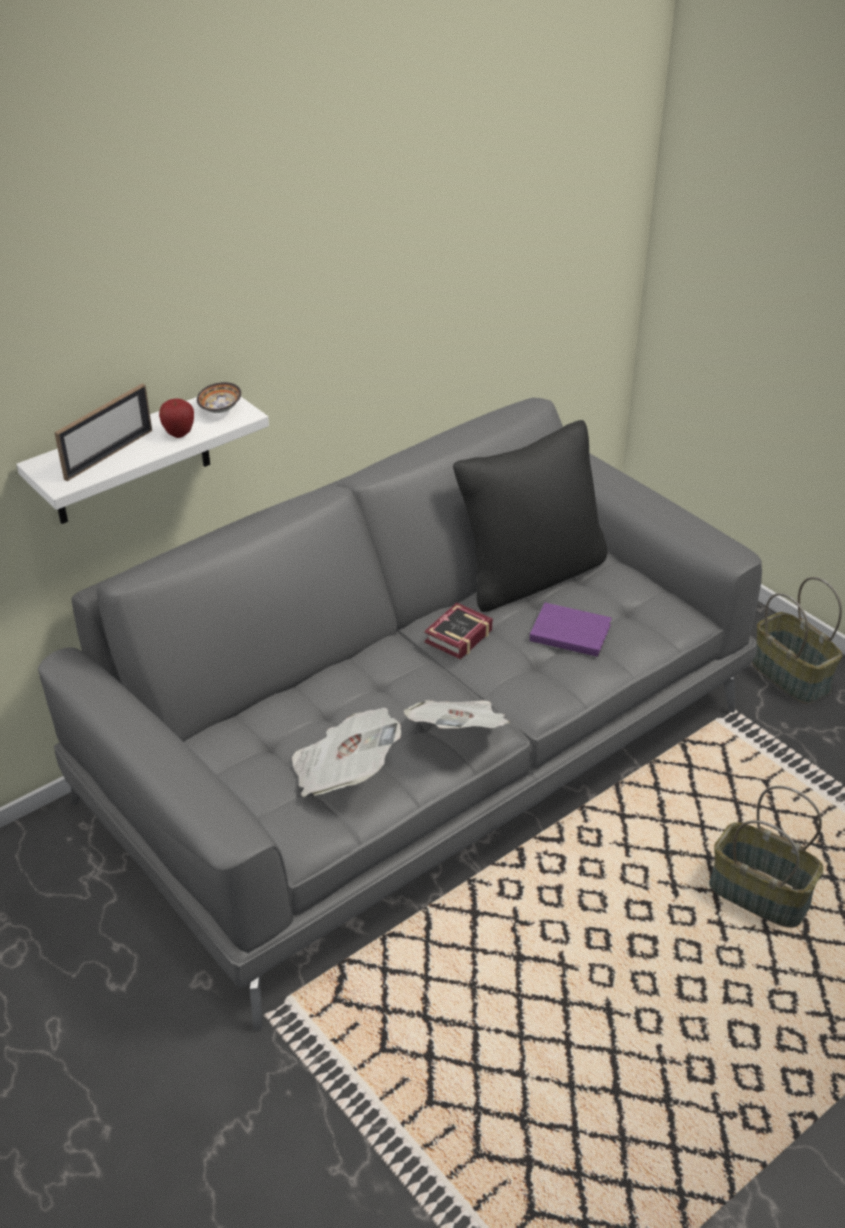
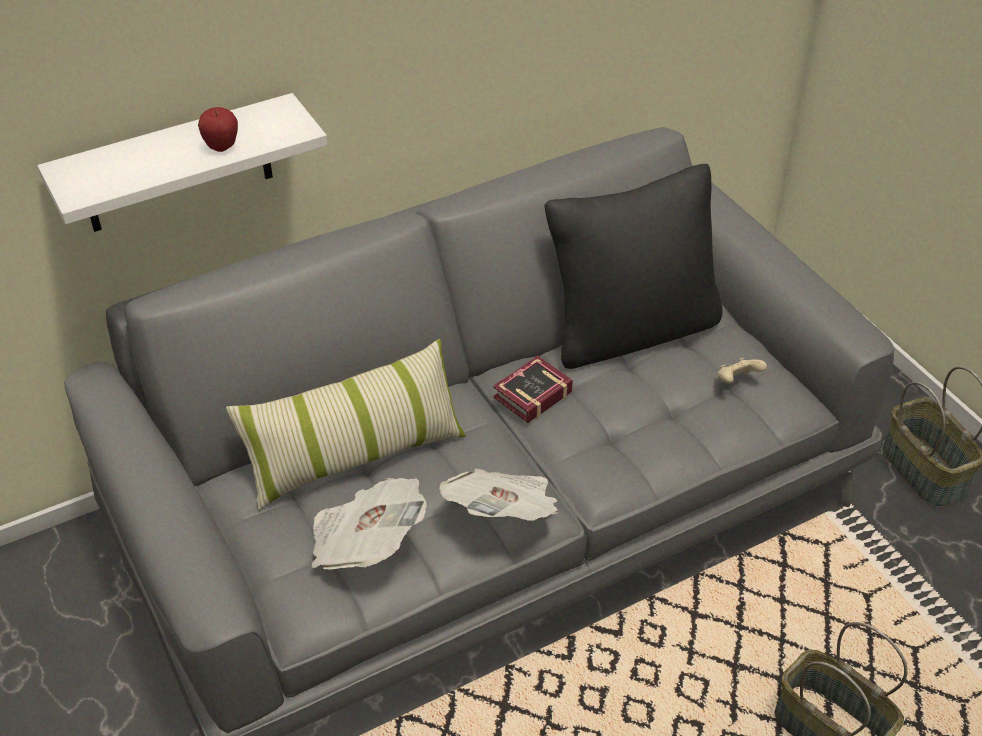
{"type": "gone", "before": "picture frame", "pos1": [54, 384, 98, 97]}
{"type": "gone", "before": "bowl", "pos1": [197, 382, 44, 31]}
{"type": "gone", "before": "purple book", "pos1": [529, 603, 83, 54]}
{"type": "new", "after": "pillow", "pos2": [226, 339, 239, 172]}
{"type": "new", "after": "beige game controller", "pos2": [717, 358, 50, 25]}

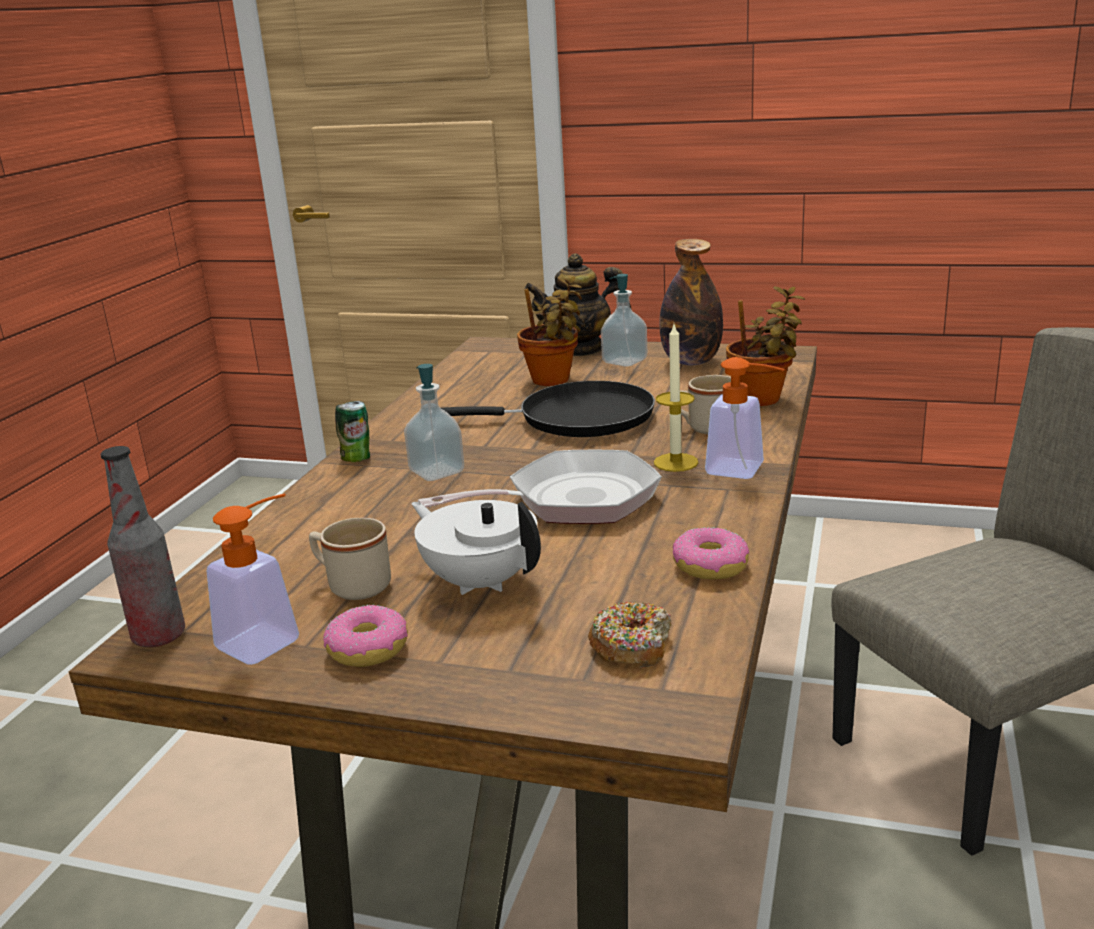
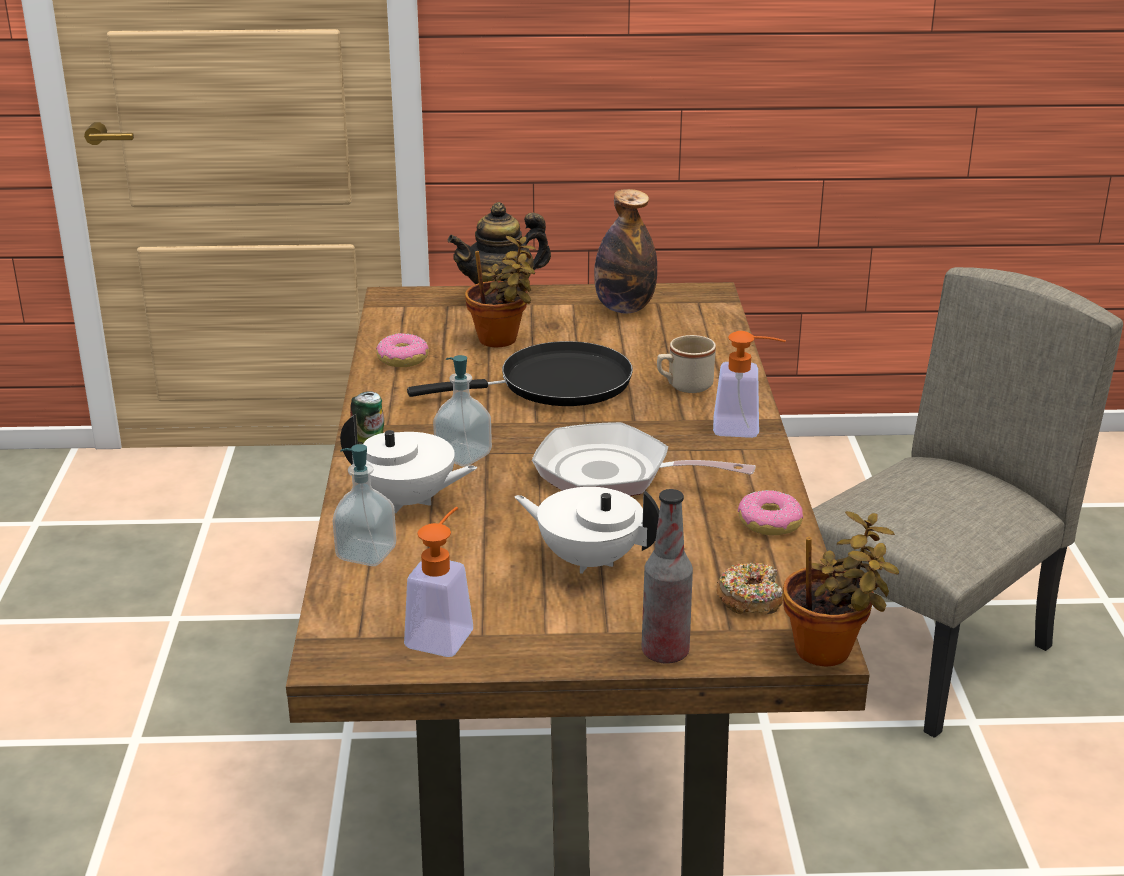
{"type": "gone", "before": "beige mug", "pos1": [309, 518, 82, 82]}
{"type": "gone", "before": "candle", "pos1": [654, 325, 44, 147]}
{"type": "new", "after": "white teapot", "pos2": [340, 414, 137, 99]}
{"type": "shifted", "before": "bottle", "pos1": [101, 446, 84, 201], "pos2": [642, 489, 51, 175]}
{"type": "shifted", "before": "donut", "pos1": [323, 604, 85, 63], "pos2": [376, 333, 53, 34]}
{"type": "shifted", "before": "soap dispenser", "pos1": [601, 274, 46, 93], "pos2": [333, 444, 63, 122]}
{"type": "shifted", "before": "potted plant", "pos1": [726, 286, 79, 120], "pos2": [783, 511, 116, 156]}
{"type": "rotated", "before": "frying pan", "pos1": [418, 450, 244, 74], "pos2": [532, 422, 224, 74], "turn": -120}

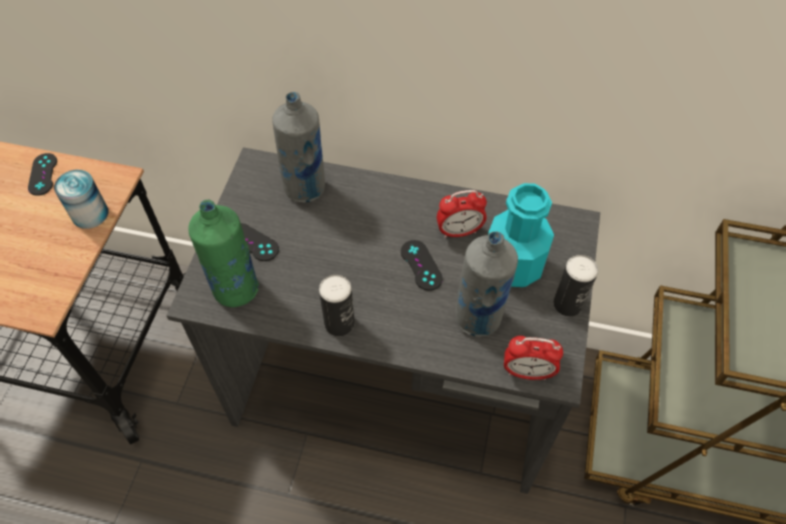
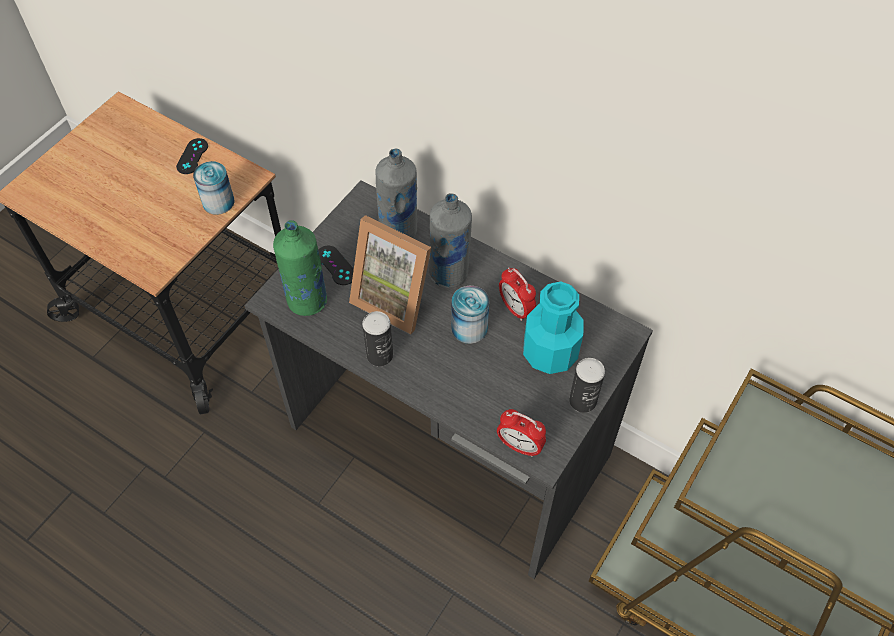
{"type": "new", "after": "picture frame", "pos2": [349, 215, 82, 120]}
{"type": "shifted", "before": "grey bottle", "pos1": [455, 231, 63, 106], "pos2": [429, 193, 43, 95]}
{"type": "swapped", "before": "black game controller", "after": "can", "pos1": [401, 240, 42, 51], "pos2": [451, 286, 38, 58]}
{"type": "rotated", "before": "alarm clock", "pos1": [437, 190, 50, 48], "pos2": [499, 268, 37, 53], "turn": 45}

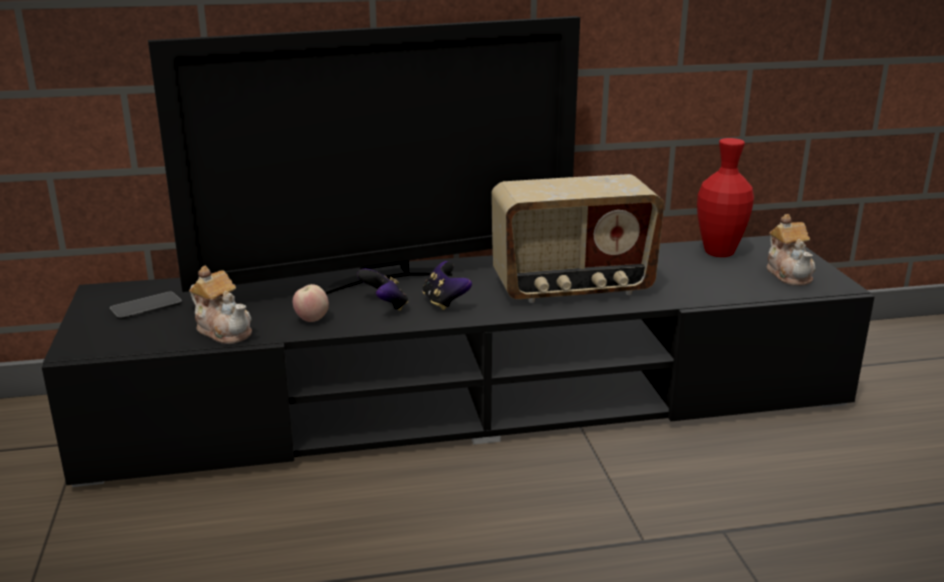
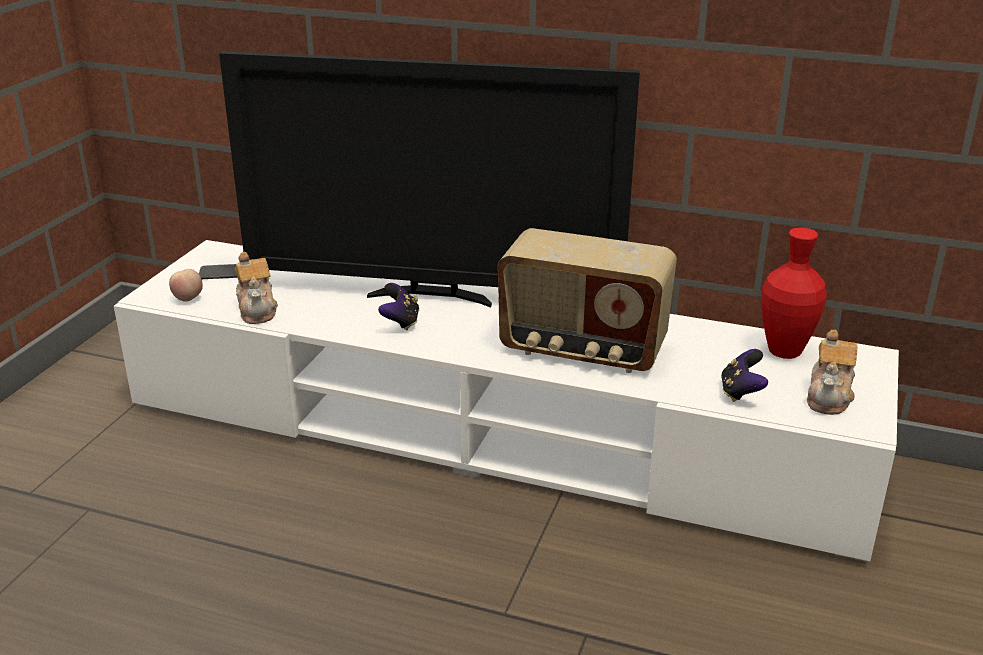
{"type": "shifted", "before": "apple", "pos1": [293, 284, 36, 38], "pos2": [169, 269, 34, 33]}
{"type": "shifted", "before": "game controller", "pos1": [422, 261, 50, 49], "pos2": [721, 349, 47, 53]}
{"type": "repainted", "before": "black tv stand", "after": "white tv stand", "pos1": [42, 235, 833, 252], "pos2": [114, 240, 785, 322]}

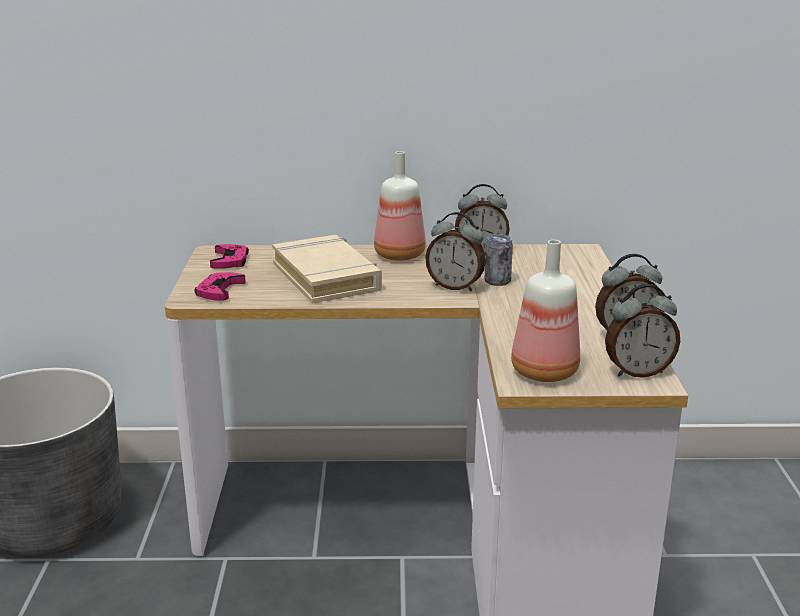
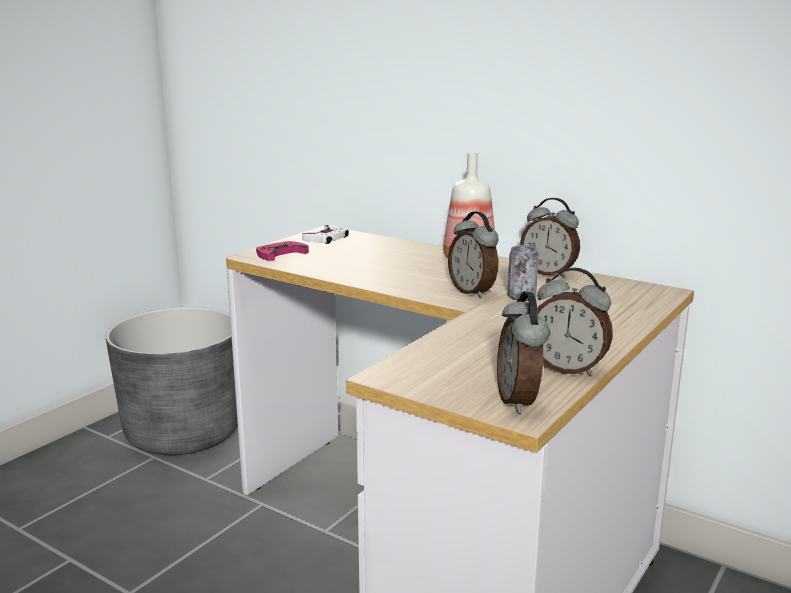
{"type": "gone", "before": "beige book", "pos1": [272, 235, 110, 68]}
{"type": "gone", "before": "bottle", "pos1": [511, 240, 69, 142]}
{"type": "repainted", "before": "pink game controller", "after": "white game controller", "pos1": [210, 244, 39, 25], "pos2": [302, 225, 47, 19]}
{"type": "rotated", "before": "alarm clock", "pos1": [605, 284, 75, 94], "pos2": [497, 291, 52, 122], "turn": 60}

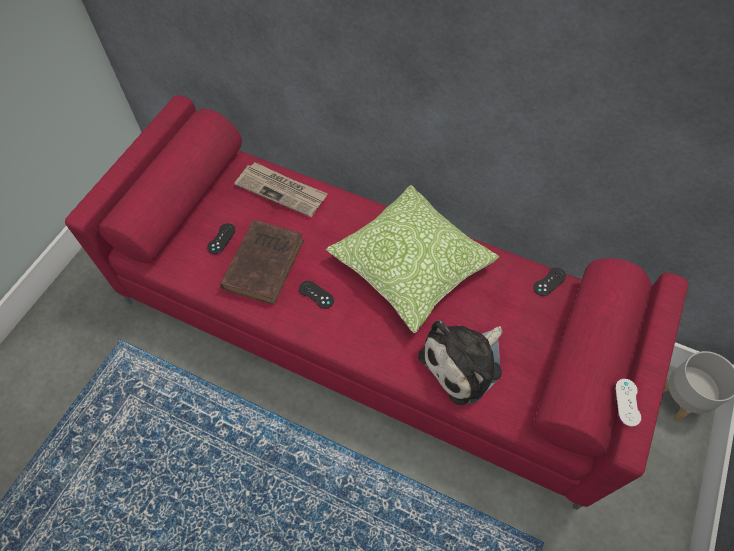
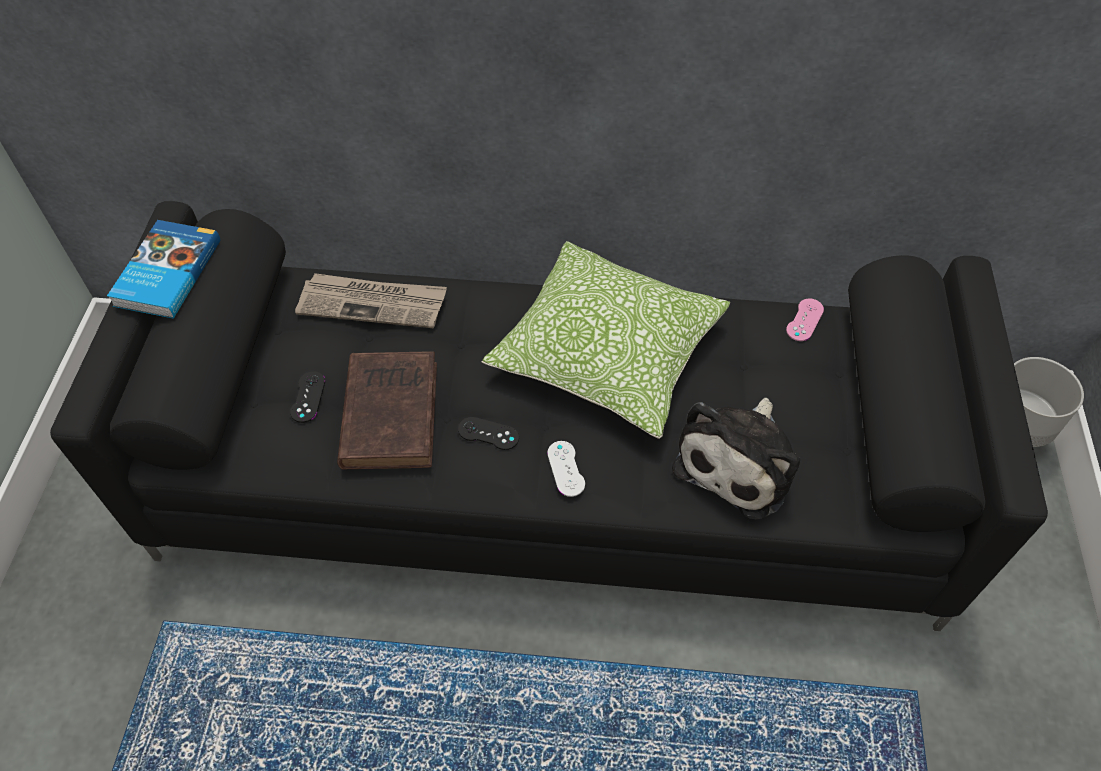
{"type": "new", "after": "book", "pos2": [107, 220, 113, 98]}
{"type": "shifted", "before": "white game controller", "pos1": [615, 379, 26, 48], "pos2": [547, 441, 38, 56]}
{"type": "repainted", "before": "red sofa", "after": "black sofa", "pos1": [65, 95, 624, 415], "pos2": [50, 201, 998, 430]}
{"type": "repainted", "before": "black game controller", "after": "pink game controller", "pos1": [534, 268, 32, 28], "pos2": [786, 298, 38, 43]}

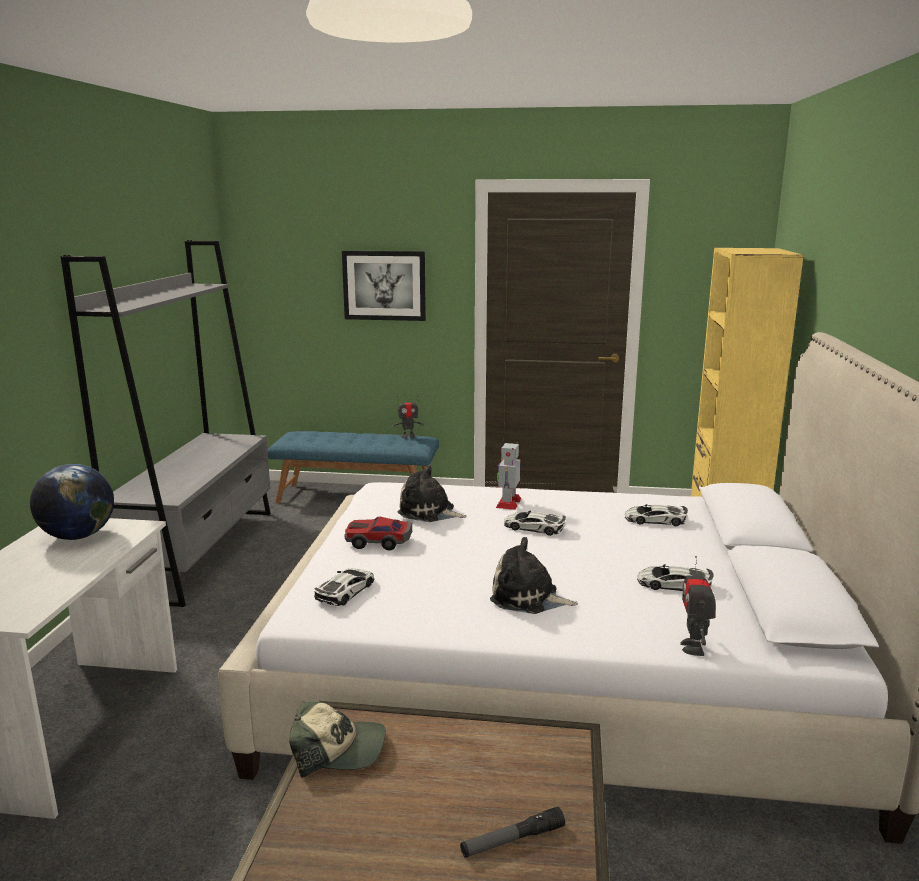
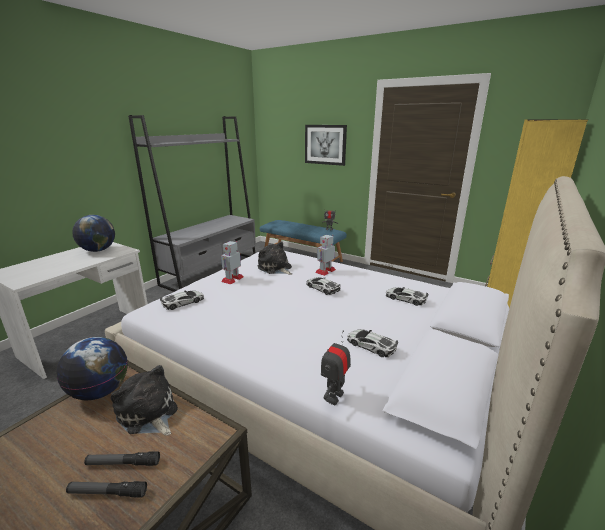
{"type": "new", "after": "flashlight", "pos2": [84, 451, 76, 15]}
{"type": "shifted", "before": "plush toy", "pos1": [490, 537, 88, 77], "pos2": [111, 365, 67, 70]}
{"type": "swapped", "before": "cap", "after": "globe", "pos1": [289, 702, 97, 76], "pos2": [57, 337, 71, 63]}
{"type": "swapped", "before": "toy car", "after": "toy robot", "pos1": [345, 517, 67, 33], "pos2": [221, 241, 22, 44]}

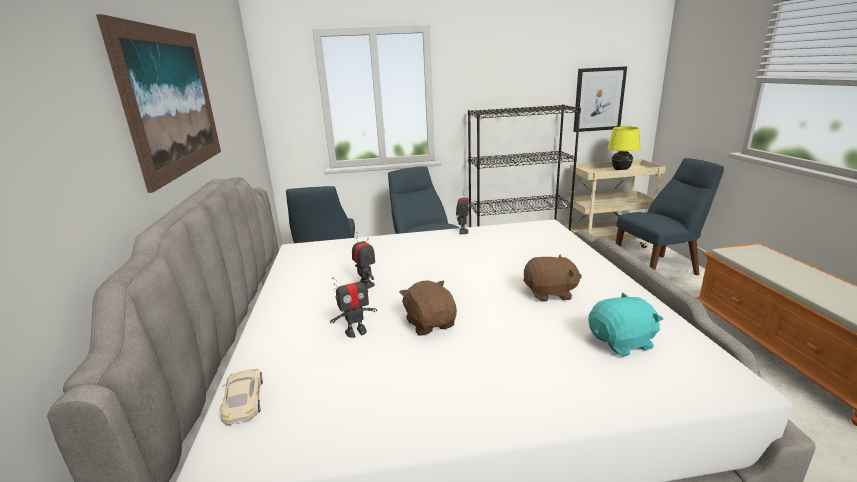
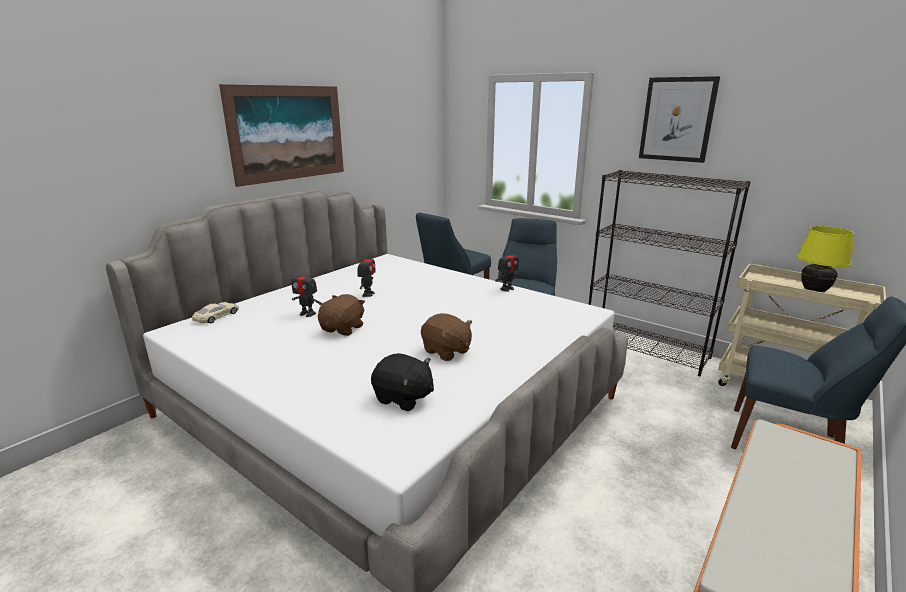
{"type": "shifted", "before": "picture", "pos1": [573, 66, 54, 66], "pos2": [639, 76, 81, 87]}
{"type": "repainted", "before": "turquoise plush toy", "after": "black plush toy", "pos1": [588, 293, 75, 64], "pos2": [371, 353, 63, 58]}

